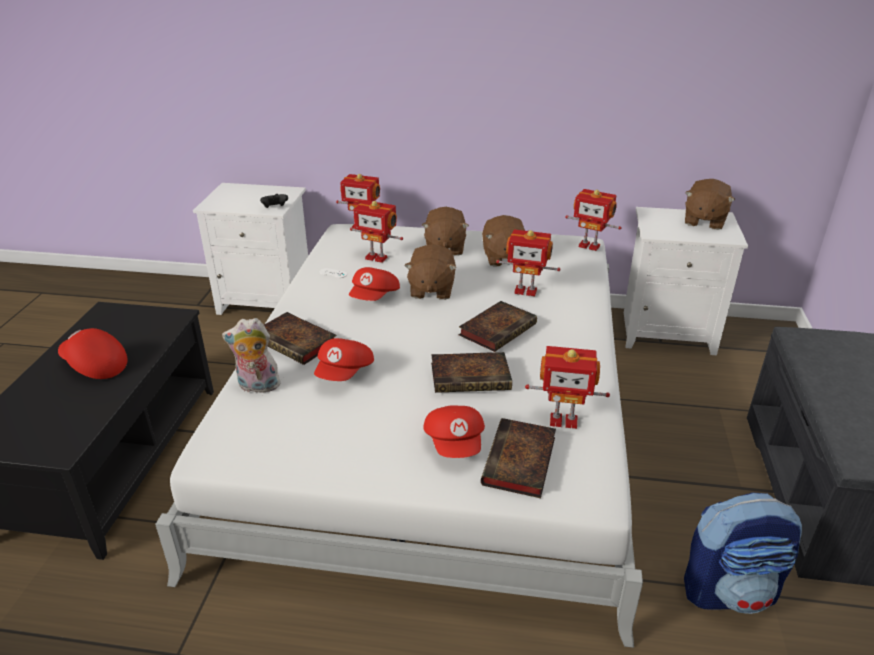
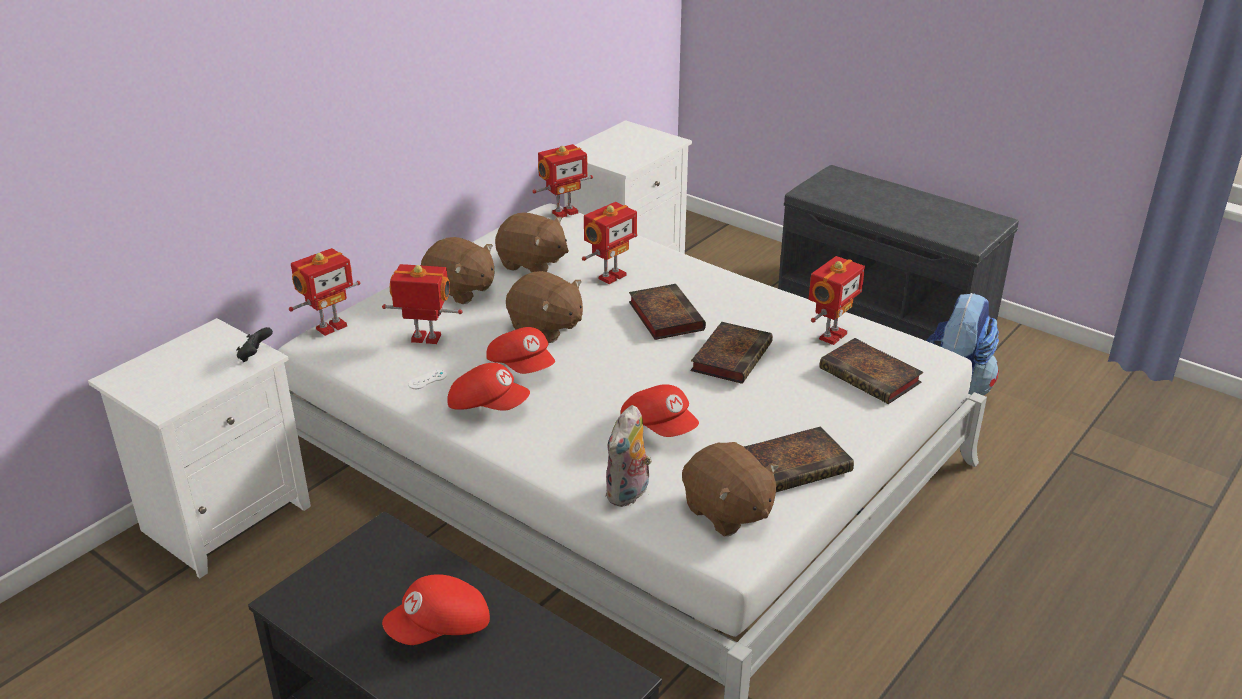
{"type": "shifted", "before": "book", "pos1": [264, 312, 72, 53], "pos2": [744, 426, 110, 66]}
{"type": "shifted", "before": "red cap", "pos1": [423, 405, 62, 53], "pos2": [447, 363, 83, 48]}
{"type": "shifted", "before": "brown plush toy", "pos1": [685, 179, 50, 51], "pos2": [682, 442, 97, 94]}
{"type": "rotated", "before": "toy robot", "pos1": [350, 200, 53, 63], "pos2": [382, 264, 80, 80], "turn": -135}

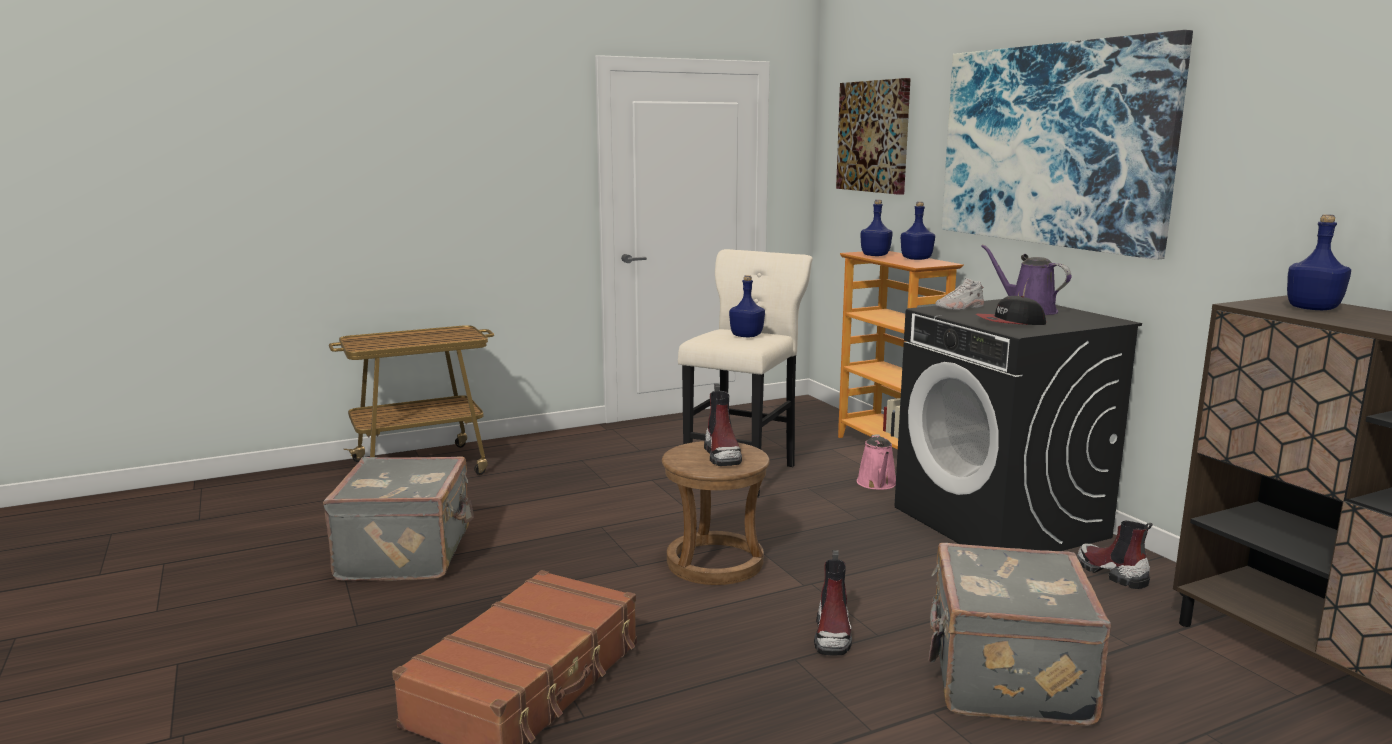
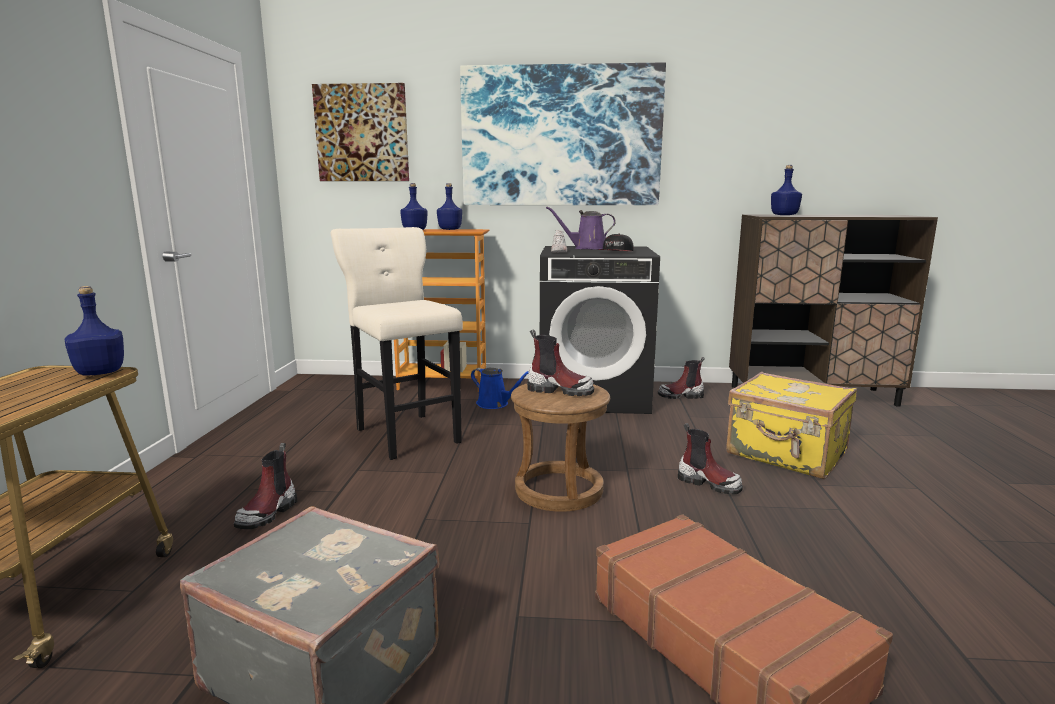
{"type": "new", "after": "boot", "pos2": [234, 443, 63, 86]}
{"type": "shifted", "before": "blue bottle", "pos1": [729, 275, 36, 62], "pos2": [64, 286, 60, 89]}
{"type": "repainted", "before": "pink watering can", "after": "blue watering can", "pos1": [857, 434, 39, 56], "pos2": [471, 368, 58, 41]}
{"type": "repainted", "before": "grey suitcase", "after": "yellow suitcase", "pos1": [929, 543, 182, 183], "pos2": [726, 372, 131, 107]}

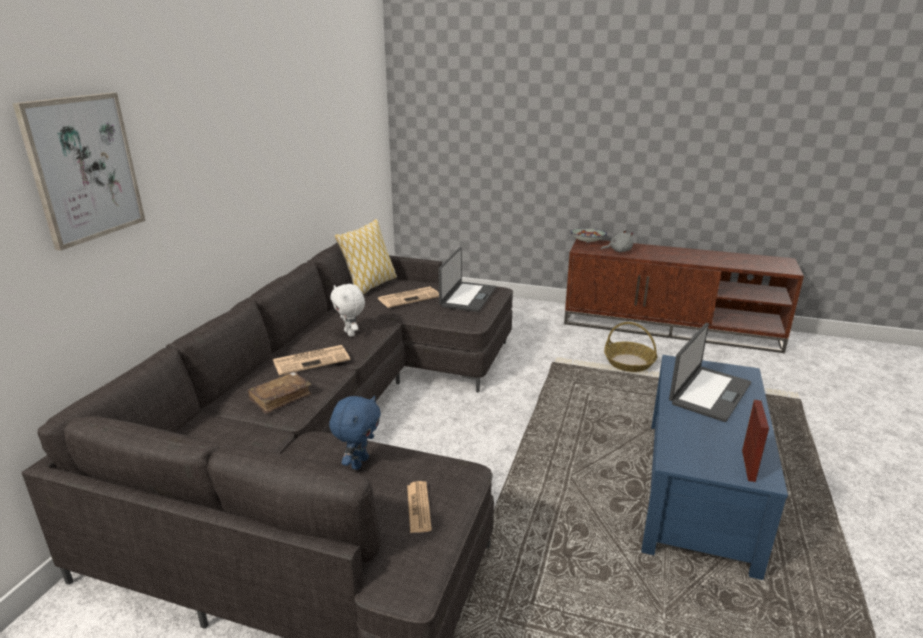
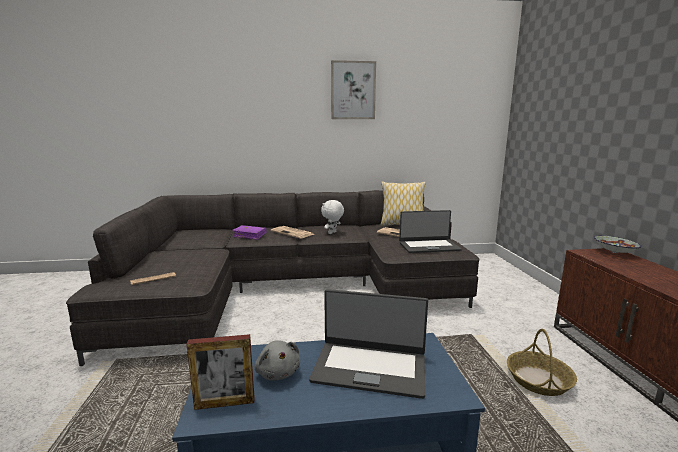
{"type": "gone", "before": "blue plush toy", "pos1": [329, 396, 52, 74]}
{"type": "shifted", "before": "picture", "pos1": [13, 93, 133, 158], "pos2": [331, 60, 45, 59]}
{"type": "shifted", "before": "grey plush toy", "pos1": [601, 230, 32, 22], "pos2": [255, 340, 45, 41]}
{"type": "repainted", "before": "brown book", "after": "purple book", "pos1": [248, 371, 64, 43], "pos2": [232, 225, 35, 15]}

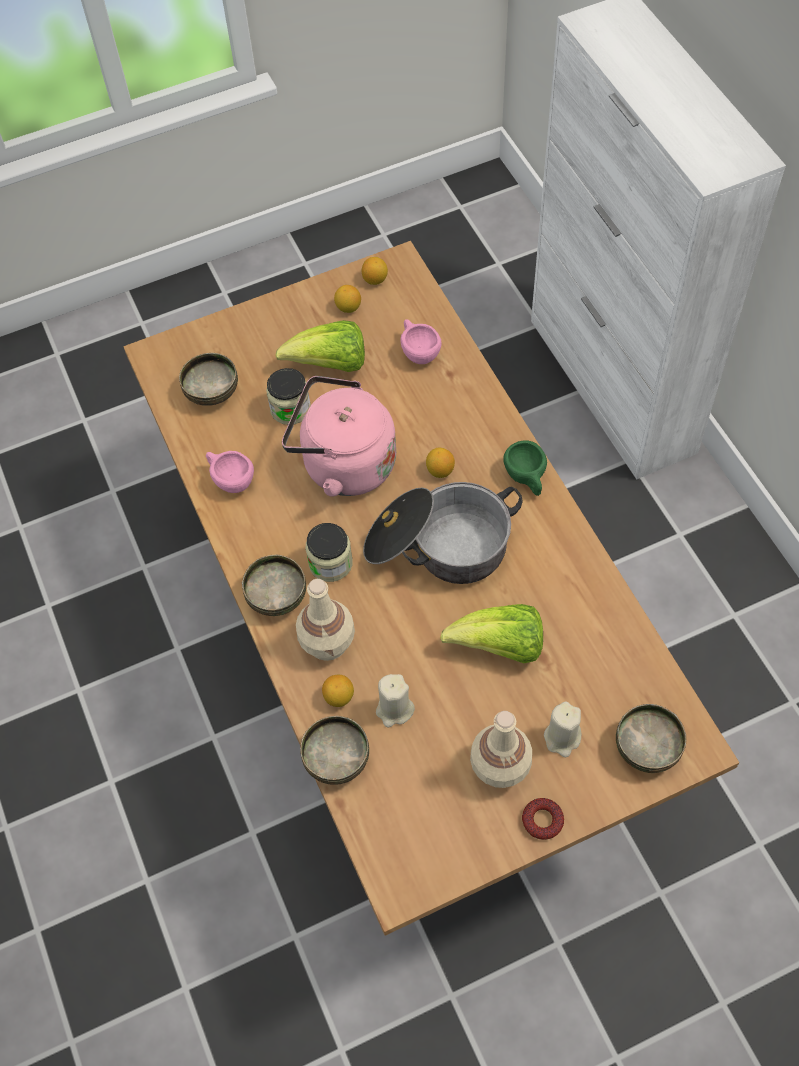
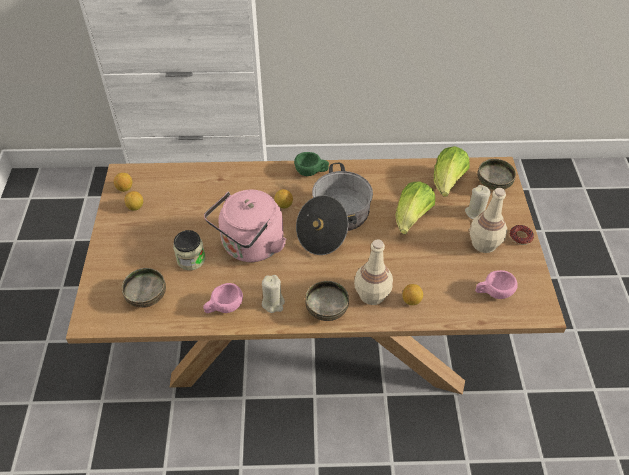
{"type": "gone", "before": "bowl", "pos1": [300, 716, 69, 69]}
{"type": "gone", "before": "jar", "pos1": [306, 523, 47, 59]}
{"type": "shifted", "before": "lettuce", "pos1": [275, 320, 90, 52], "pos2": [434, 146, 36, 51]}
{"type": "shifted", "before": "beige candle", "pos1": [376, 674, 39, 54], "pos2": [262, 275, 23, 38]}
{"type": "shifted", "before": "pink cup", "pos1": [400, 319, 42, 45], "pos2": [475, 270, 43, 29]}

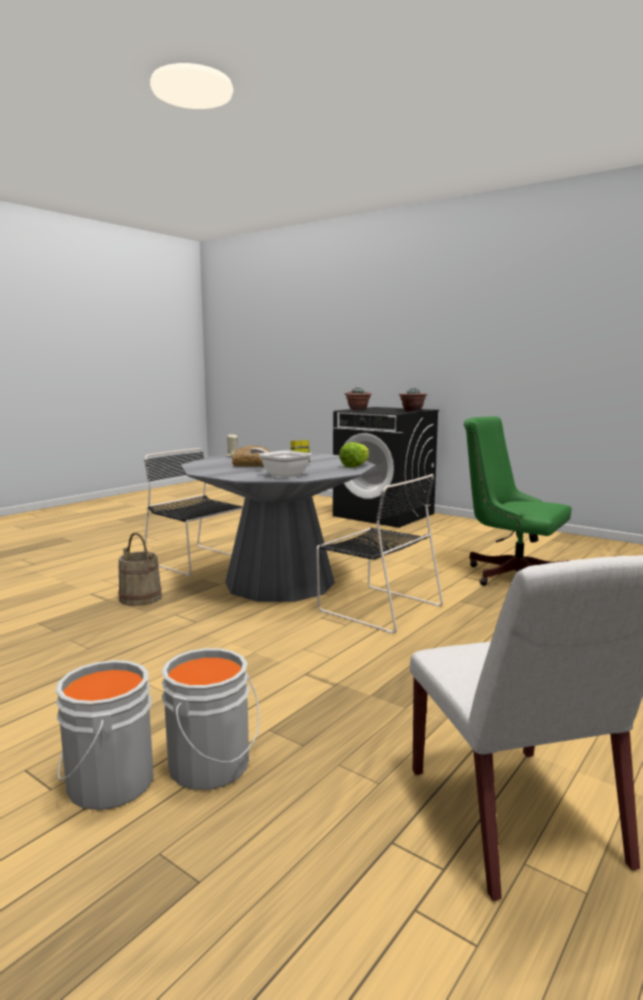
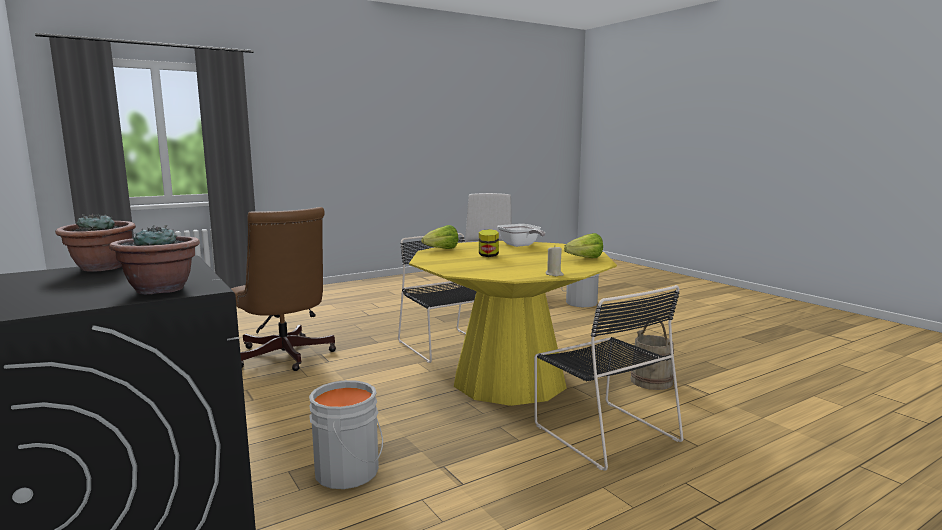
{"type": "gone", "before": "bread", "pos1": [232, 445, 39, 22]}
{"type": "new", "after": "lettuce", "pos2": [564, 233, 39, 25]}
{"type": "shifted", "before": "grey bucket", "pos1": [56, 660, 97, 150], "pos2": [309, 380, 74, 109]}
{"type": "repainted", "before": "grey dining table", "after": "yellow dining table", "pos1": [181, 452, 195, 150], "pos2": [409, 241, 208, 165]}
{"type": "repainted", "before": "green office chair", "after": "brown office chair", "pos1": [464, 416, 108, 170], "pos2": [231, 207, 105, 164]}

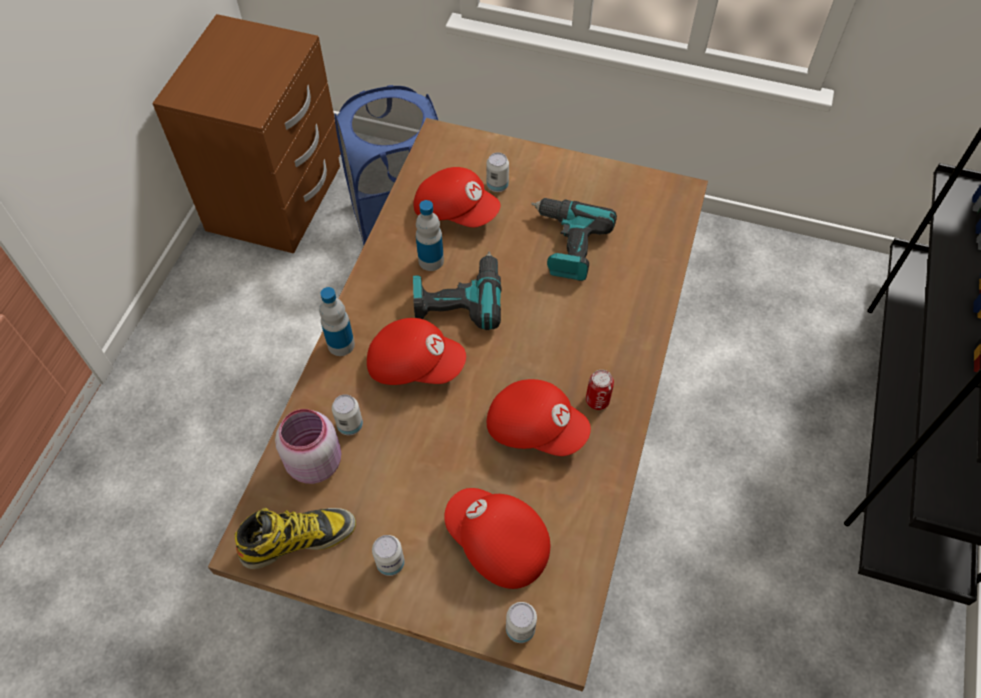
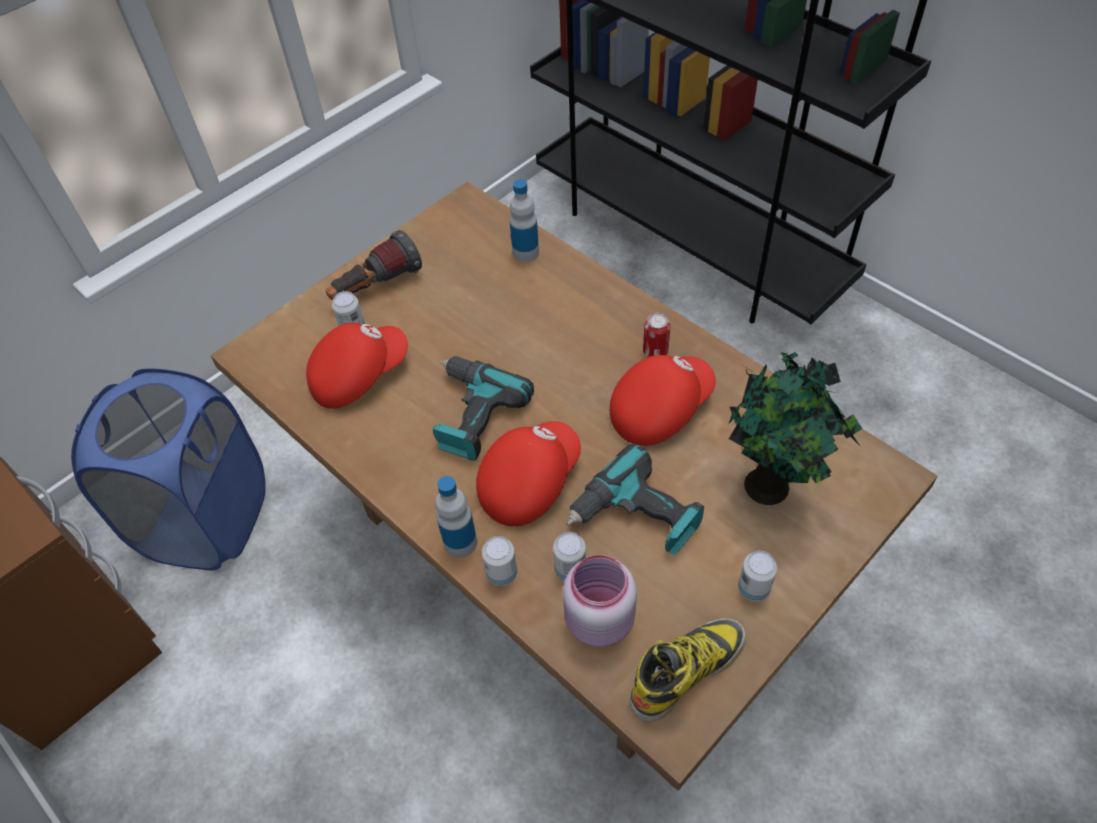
{"type": "new", "after": "flashlight", "pos2": [326, 230, 96, 70]}
{"type": "shifted", "before": "bottle", "pos1": [416, 200, 28, 71], "pos2": [510, 179, 29, 83]}
{"type": "shifted", "before": "can", "pos1": [506, 602, 31, 41], "pos2": [482, 536, 35, 50]}
{"type": "shifted", "before": "power drill", "pos1": [531, 198, 86, 83], "pos2": [566, 444, 138, 111]}
{"type": "swapped", "before": "red cap", "after": "potted plant", "pos1": [444, 488, 106, 101], "pos2": [728, 352, 134, 153]}
{"type": "rotated", "before": "boot", "pos1": [235, 508, 121, 61], "pos2": [629, 618, 117, 104], "turn": 45}

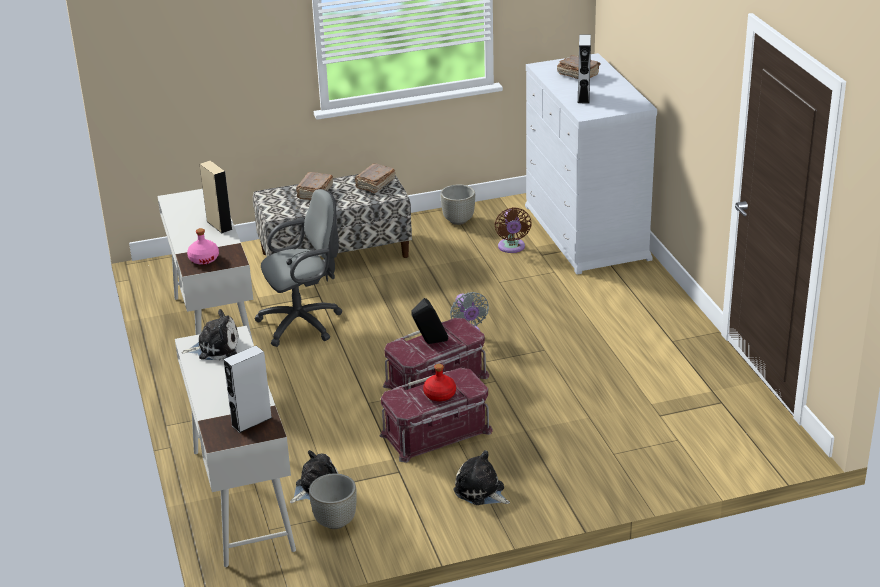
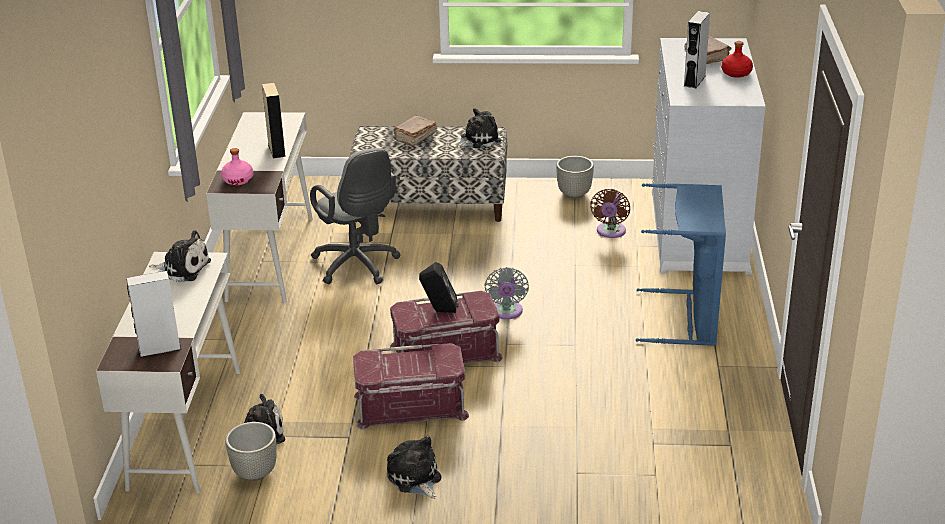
{"type": "new", "after": "blue laundry basket", "pos2": [636, 183, 90, 163]}
{"type": "shifted", "before": "red bottle", "pos1": [423, 364, 33, 37], "pos2": [721, 41, 32, 37]}
{"type": "swapped", "before": "brown book", "after": "plush toy", "pos1": [355, 163, 40, 30], "pos2": [456, 108, 45, 40]}
{"type": "rotated", "before": "grey office chair", "pos1": [254, 189, 89, 158], "pos2": [310, 148, 91, 136], "turn": 60}

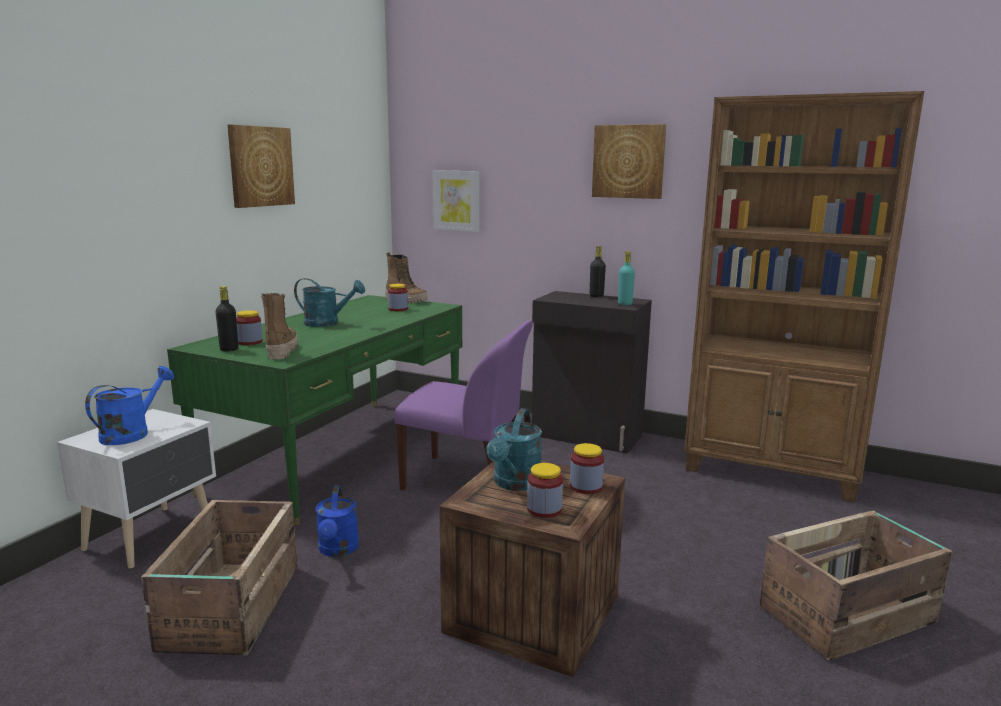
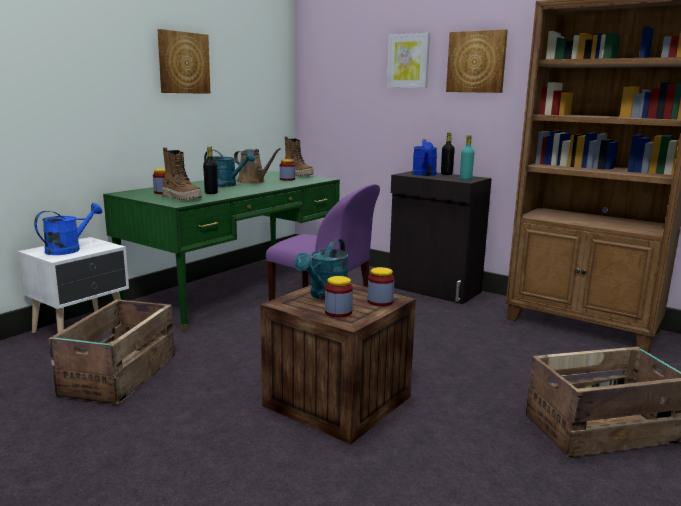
{"type": "new", "after": "brown watering can", "pos2": [234, 148, 47, 36]}
{"type": "shifted", "before": "black bottle", "pos1": [216, 286, 22, 66], "pos2": [203, 146, 15, 48]}
{"type": "shifted", "before": "blue watering can", "pos1": [316, 485, 43, 72], "pos2": [412, 139, 25, 37]}
{"type": "shifted", "before": "picture", "pos1": [433, 170, 47, 62], "pos2": [387, 33, 43, 55]}
{"type": "rotated", "before": "boot", "pos1": [261, 293, 37, 67], "pos2": [162, 148, 40, 52], "turn": 120}

